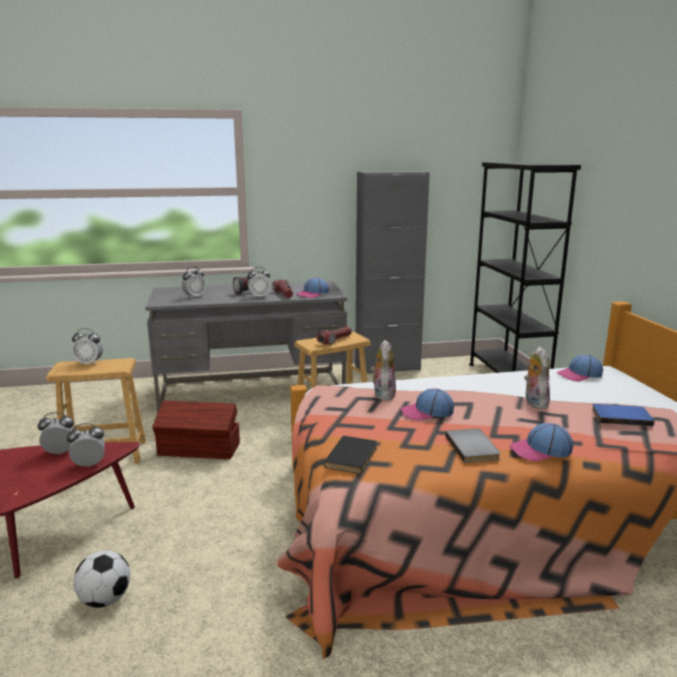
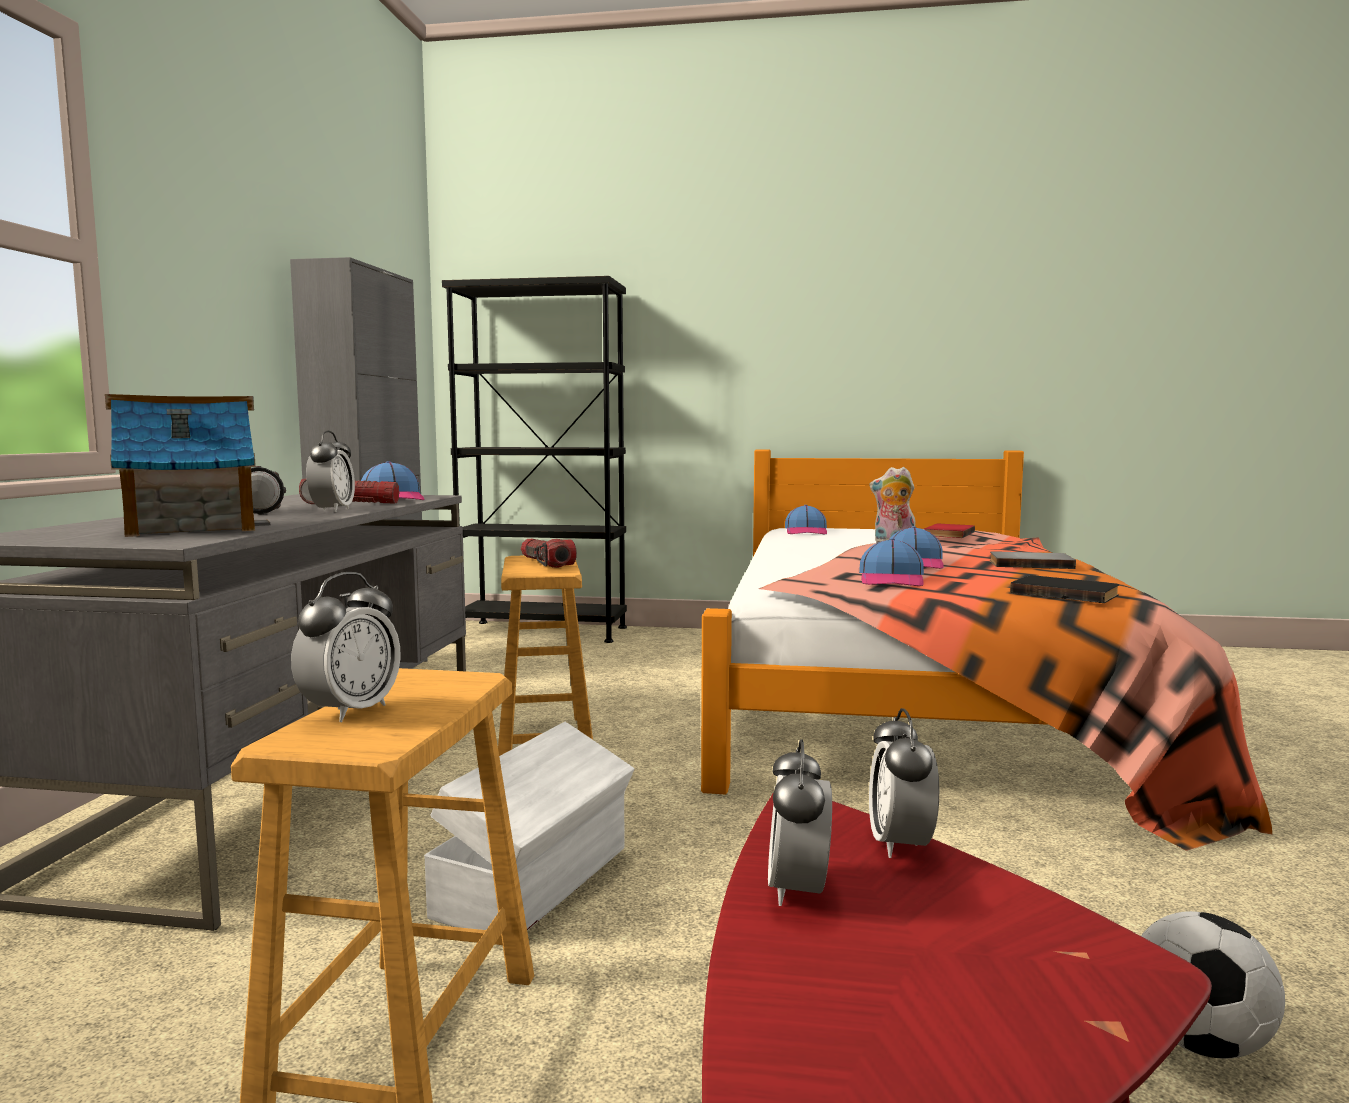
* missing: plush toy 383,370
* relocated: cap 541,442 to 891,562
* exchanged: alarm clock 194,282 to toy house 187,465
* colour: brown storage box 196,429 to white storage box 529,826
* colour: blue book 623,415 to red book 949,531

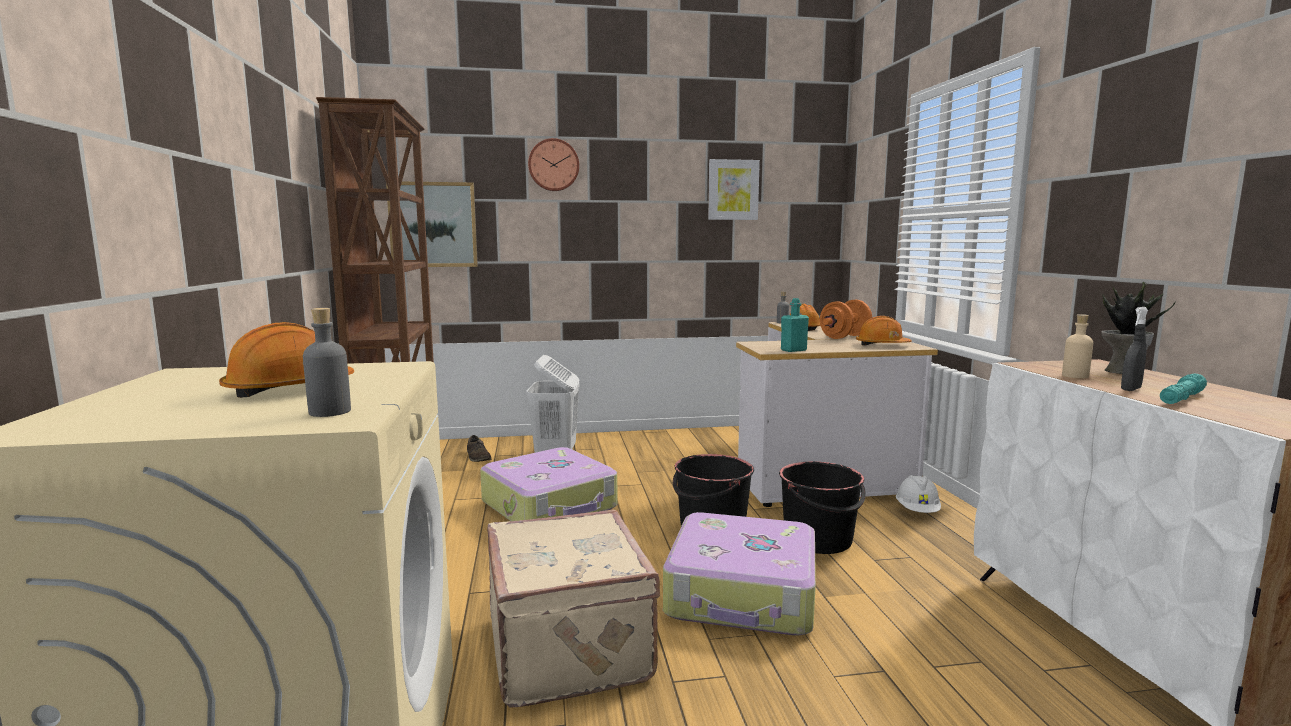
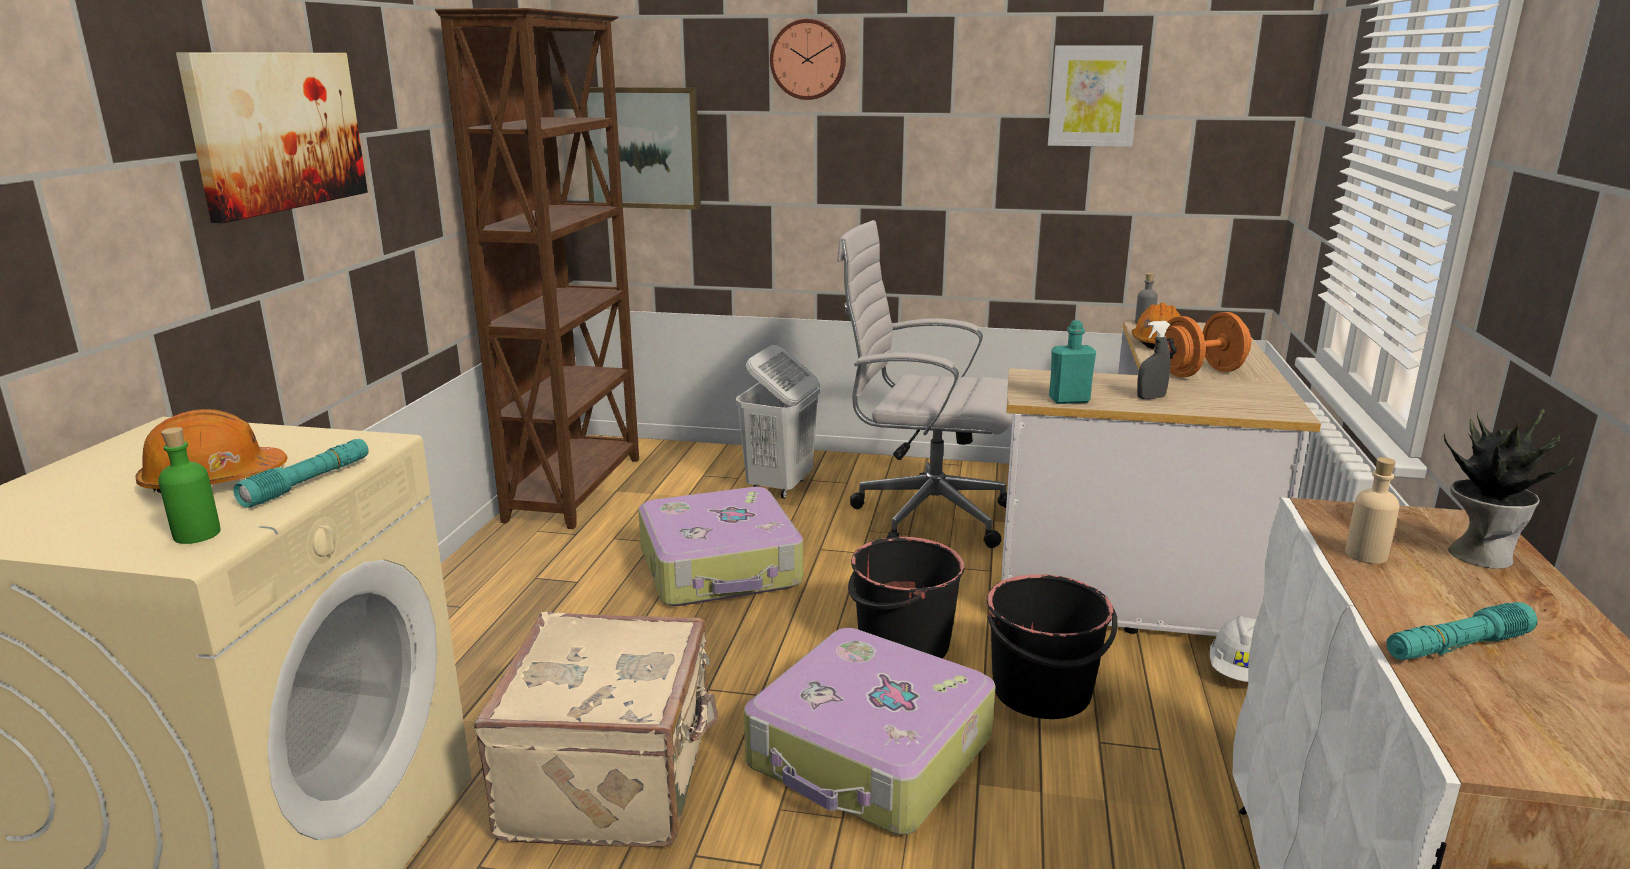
* missing: brown shoe 479,448
* missing: orange hard hat 884,331
* appeared: picture 272,138
* appeared: turquoise flashlight 301,473
* appeared: white office chair 925,384
* relocated: grey spray bottle 1134,349 to 1154,360
* colour: grey bottle 327,362 to green bottle 189,485

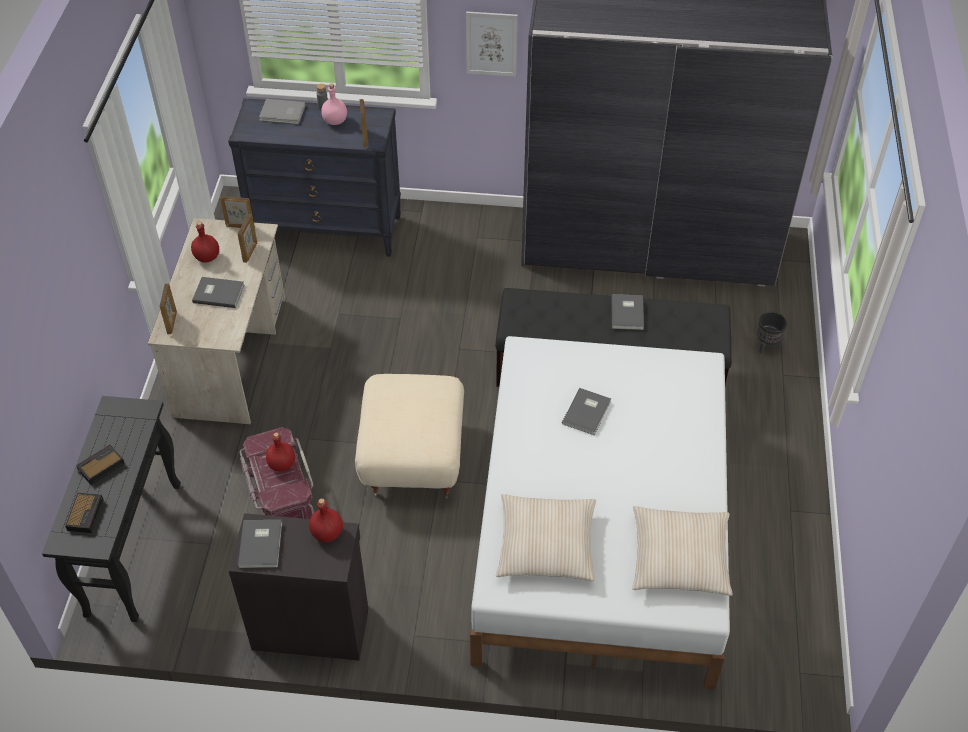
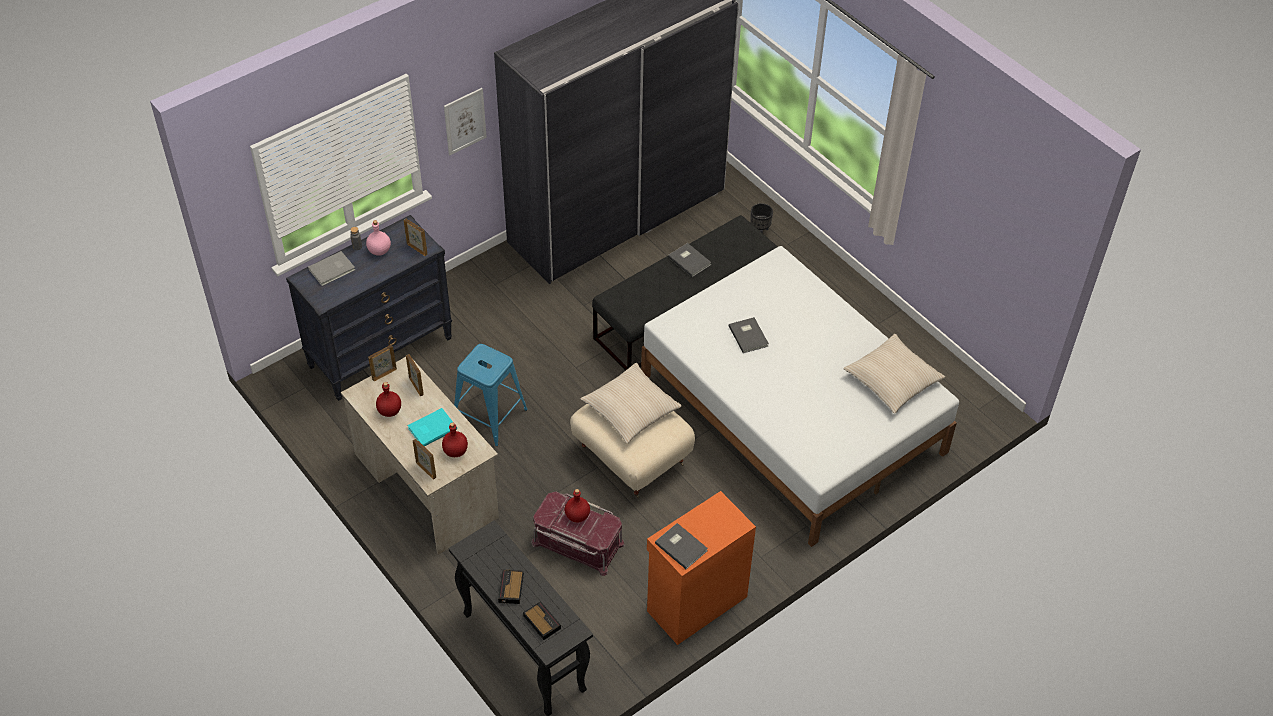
* appeared: blue stool 490,395
* relocated: red bottle 326,520 to 455,439
* relocated: beige pillow 546,537 to 631,403
* colour: grey book 218,292 to turquoise book 432,427
* colour: black cabinet 298,587 to orange cabinet 701,568

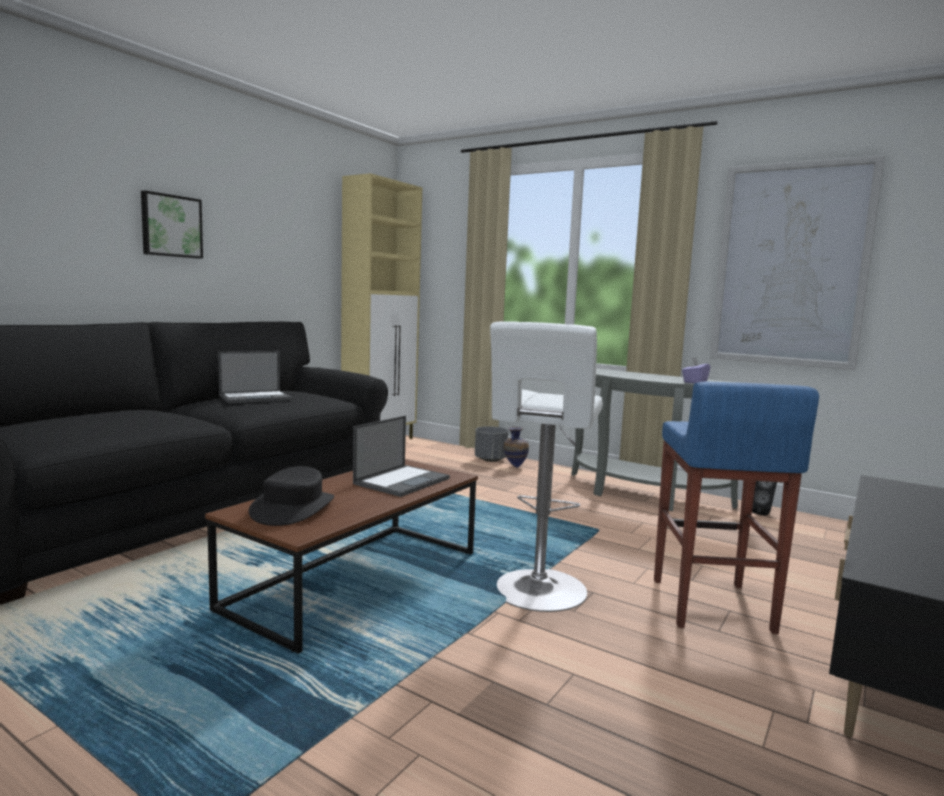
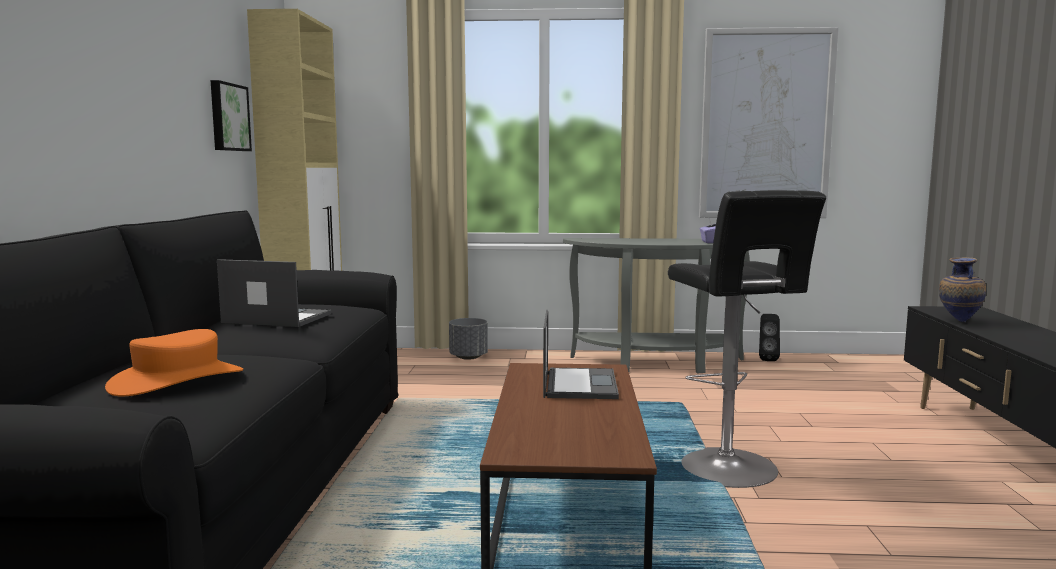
* missing: black hat 291,496
* missing: blue stool 736,508
* appeared: orange hat 174,362
* relocated: picture 172,224 to 231,115
* relocated: vase 516,447 to 962,289
* colour: white stool 546,466 to black stool 747,339
* spun: laptop 255,377 = 274,293 105 degrees counterclockwise

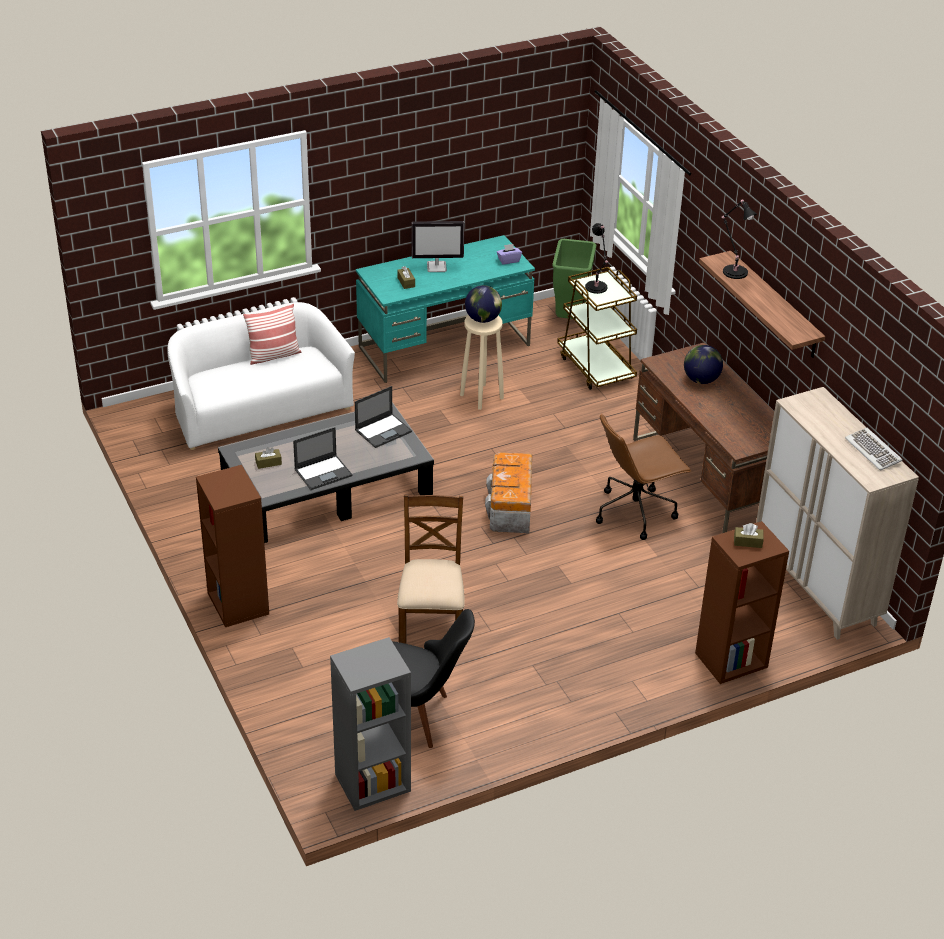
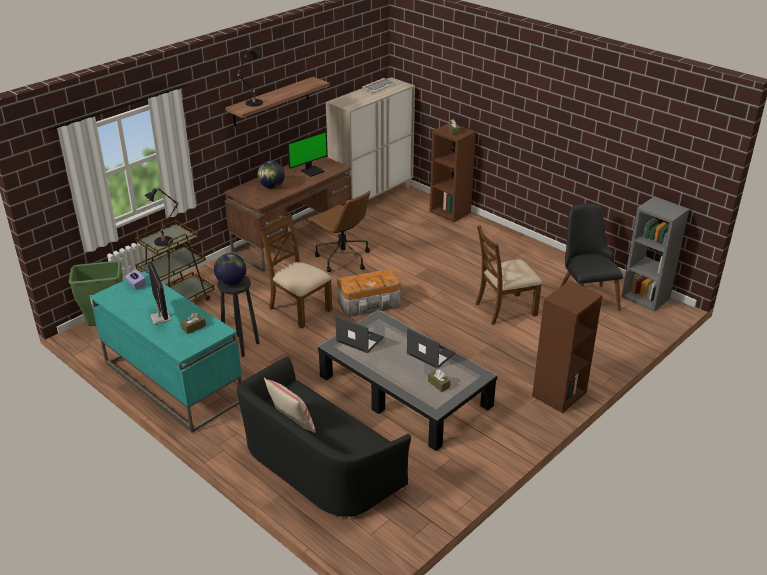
* appeared: brown chair 295,271
* appeared: monitor 307,154
* colour: white sofa 261,376 to black sofa 324,437
* colour: beige stool 482,362 to black stool 238,316

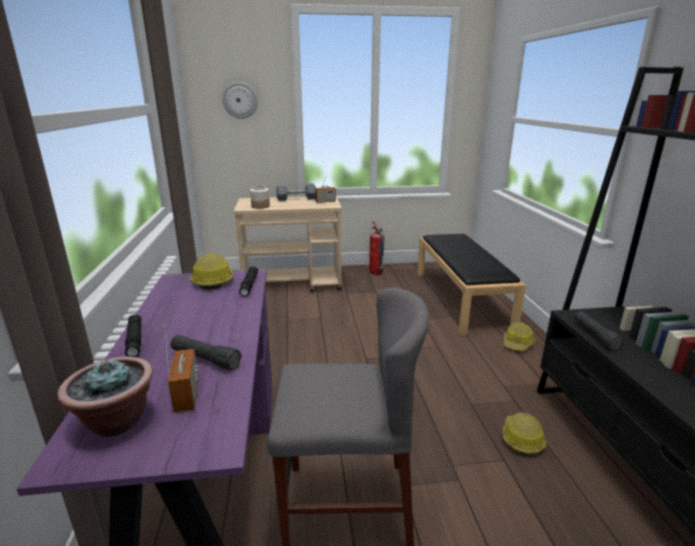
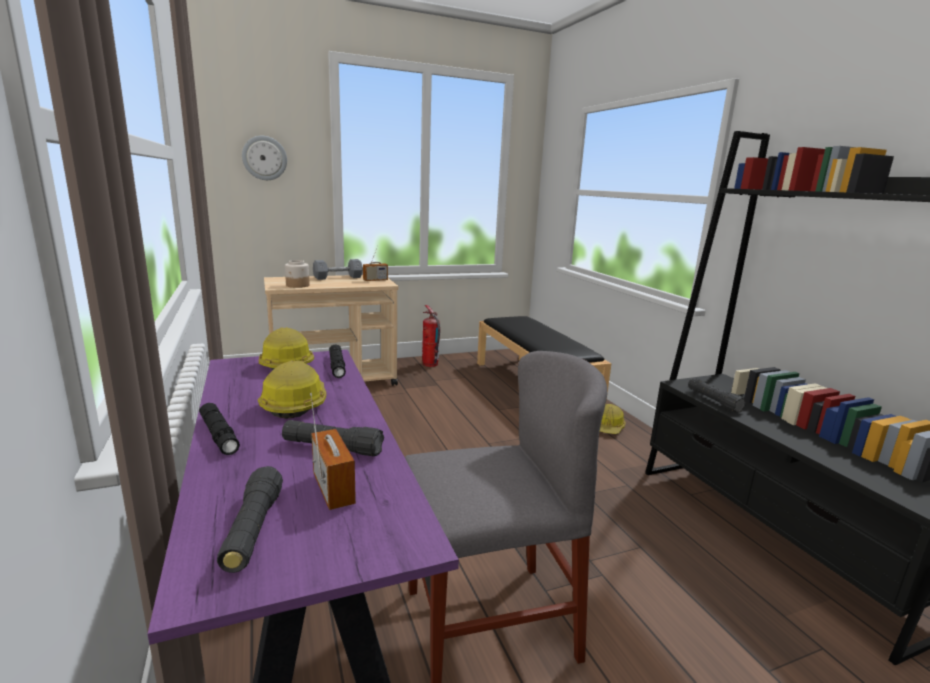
* relocated: hard hat 524,433 to 292,389
* exchanged: potted plant 105,397 to black flashlight 250,519

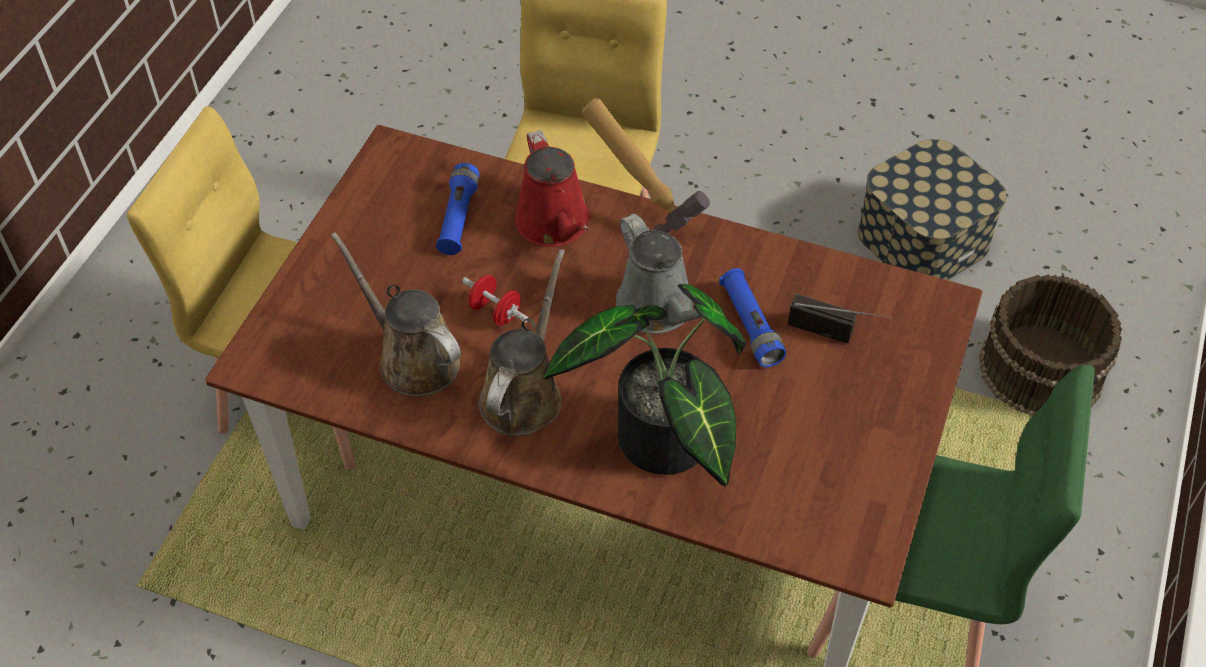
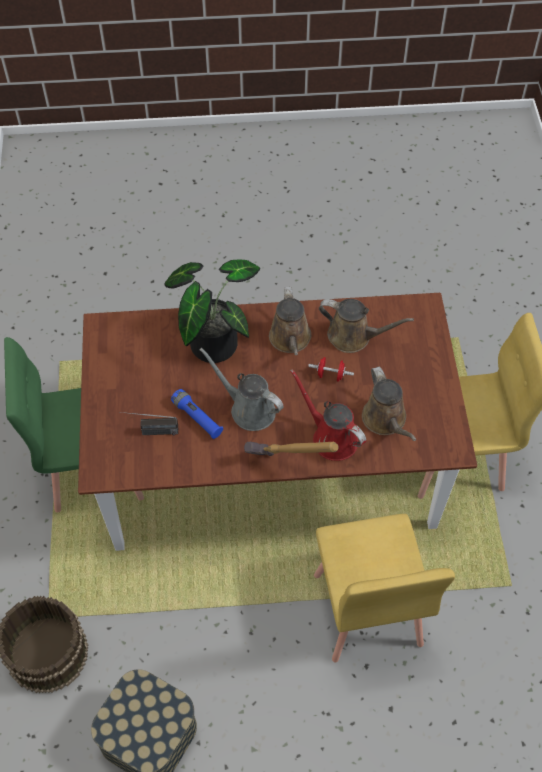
* exchanged: blue flashlight 457,209 to brown watering can 389,404

